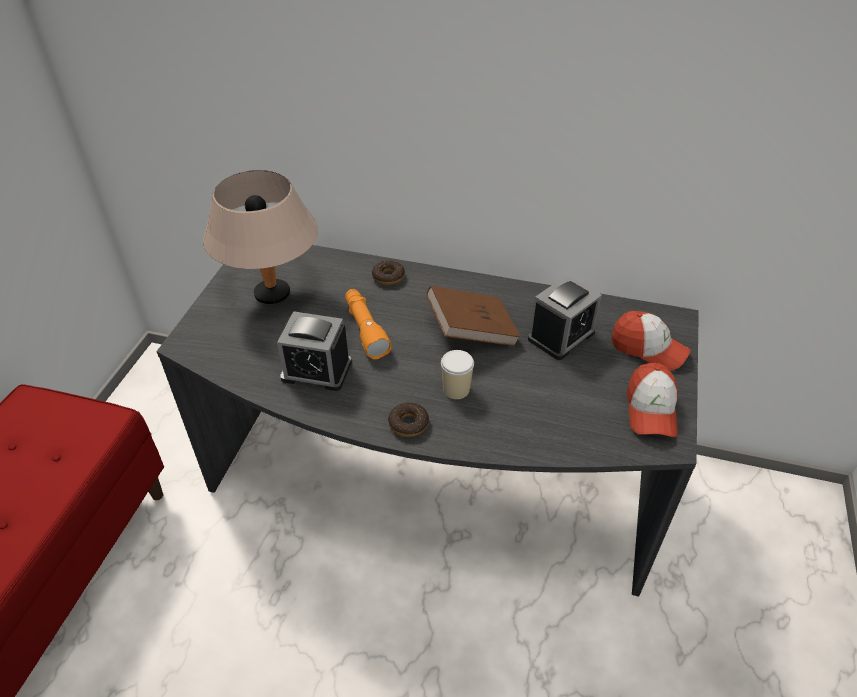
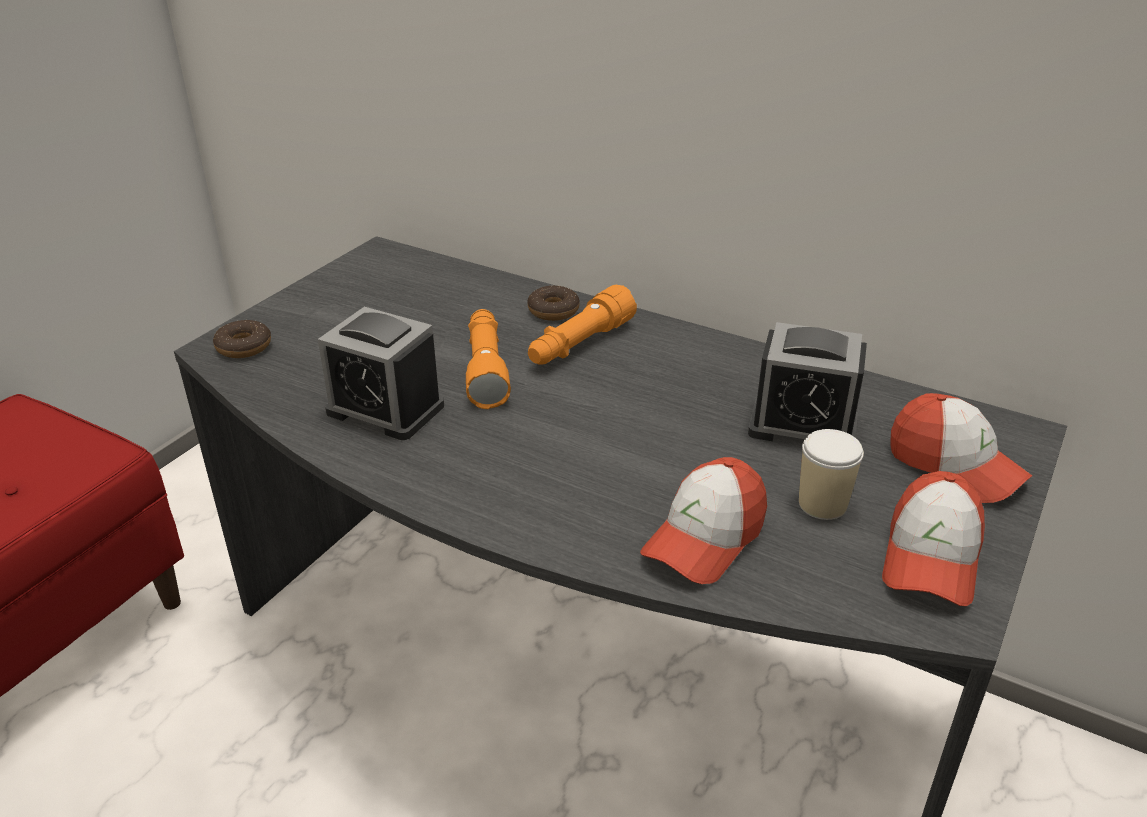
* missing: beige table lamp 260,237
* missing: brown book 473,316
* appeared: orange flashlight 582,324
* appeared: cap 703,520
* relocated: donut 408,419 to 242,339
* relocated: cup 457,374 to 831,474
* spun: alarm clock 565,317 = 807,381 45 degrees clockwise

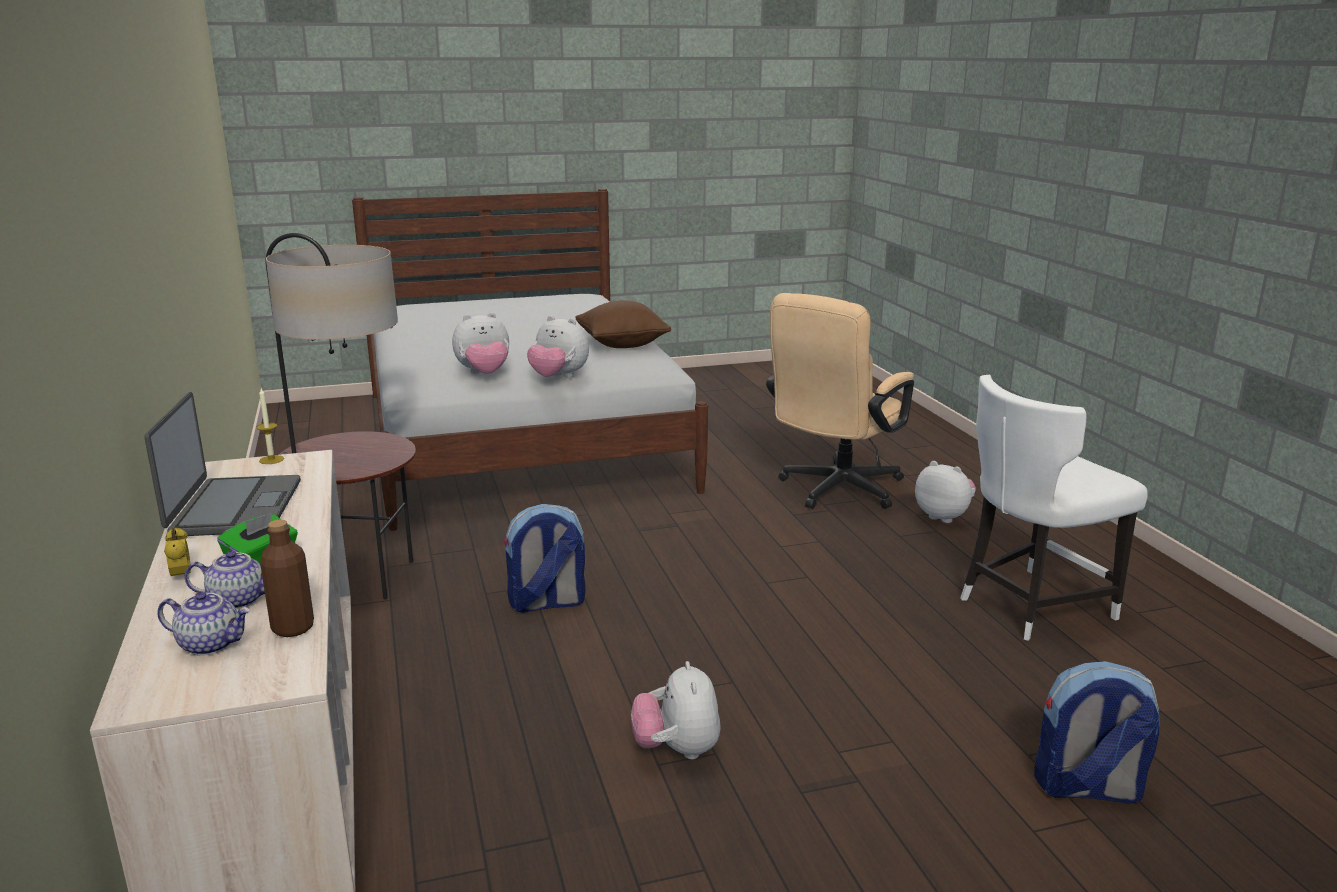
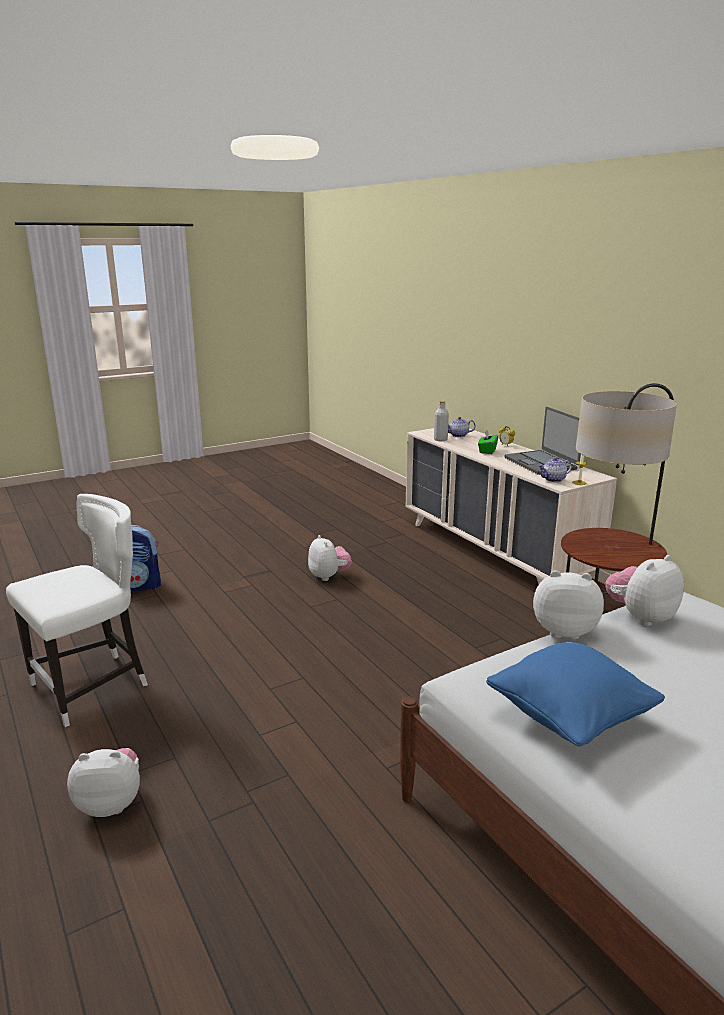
* missing: backpack 544,558
* missing: beige office chair 840,401
* relocated: teapot 225,580 to 555,469
* colour: brown bottle 287,578 to grey bottle 441,421
* colour: brown pillow 623,324 to blue pillow 575,694
* spun: plush toy 945,492 = 103,782 150 degrees clockwise

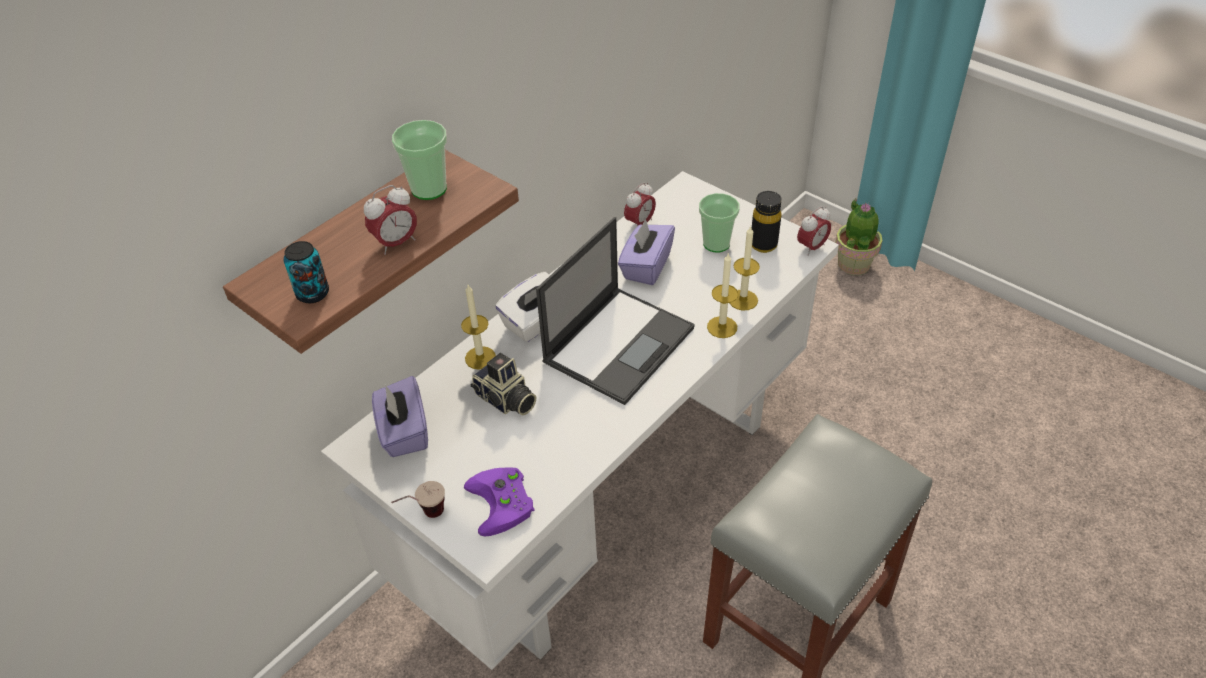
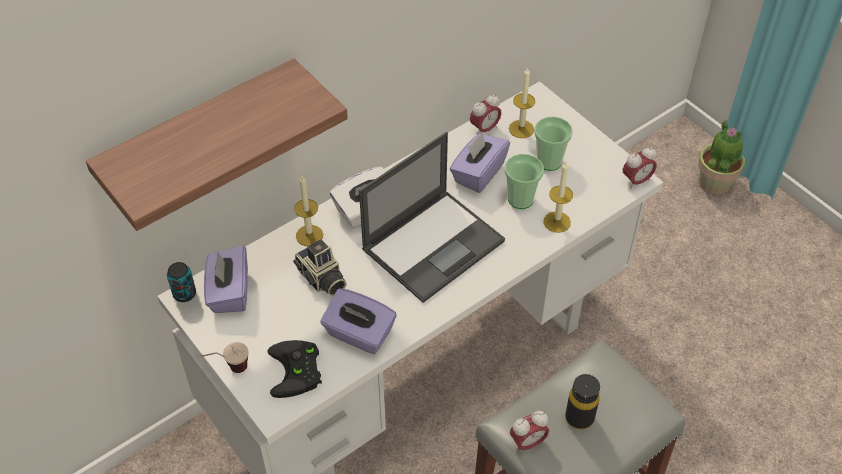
* appeared: purple tissue box 358,321
* relocated: can 306,272 to 181,282
* relocated: alarm clock 390,219 to 529,432
* relocated: cup 419,160 to 524,181
* relocated: candle 722,296 to 522,103
* relocated: black bottle 767,222 to 582,402
* colour: purple game controller 499,502 to black game controller 294,369

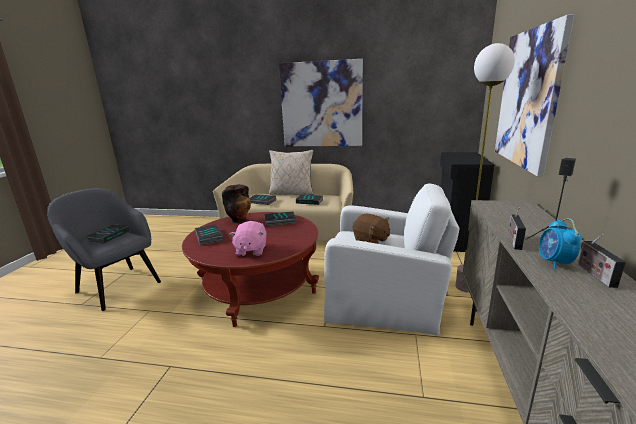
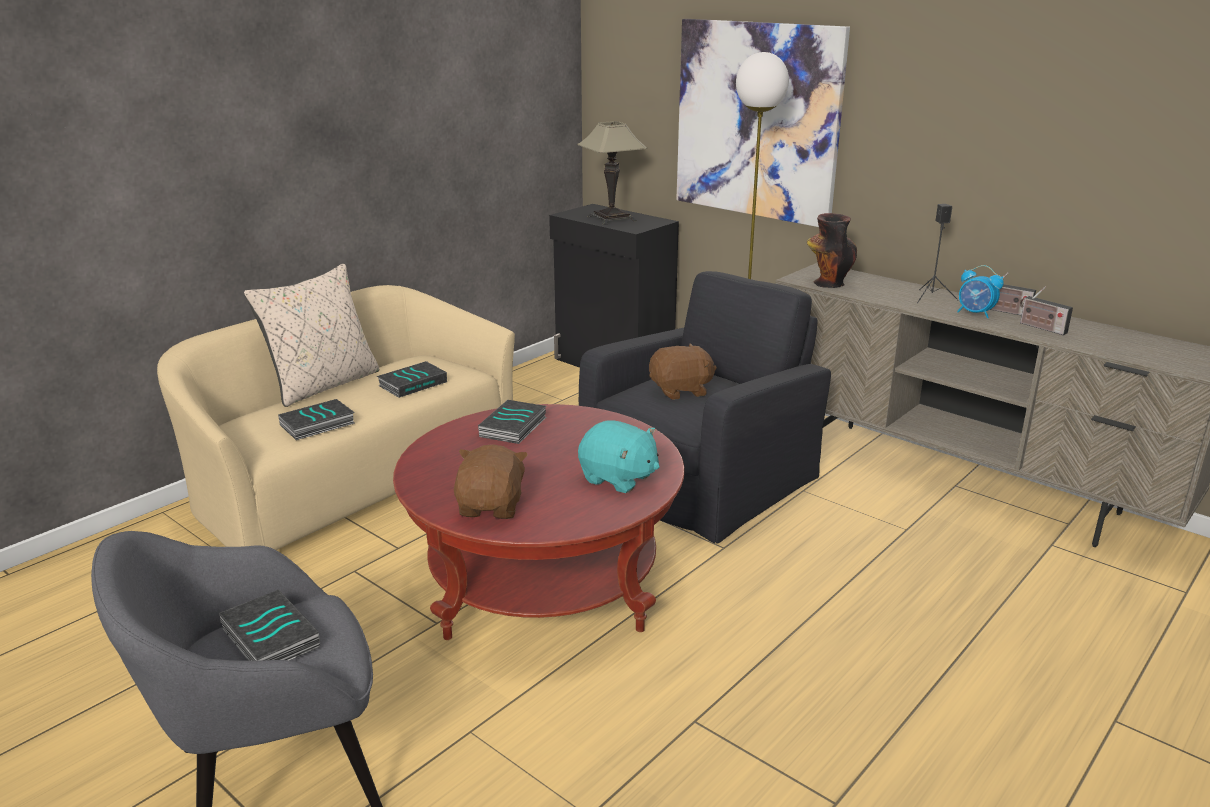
* missing: picture 321,102
* appeared: table lamp 612,173
* relocated: vase 236,203 to 832,250
* relocated: radio 517,229 to 1046,310
* exchanged: book 209,234 to brown plush toy 491,481
* colour: pink plush toy 247,238 to turquoise plush toy 619,456
* colour: white armchair 392,260 to black armchair 705,407

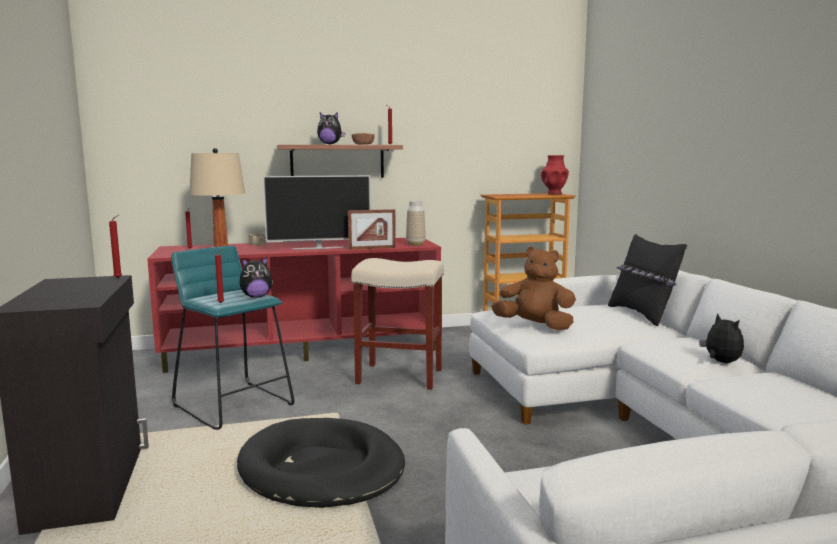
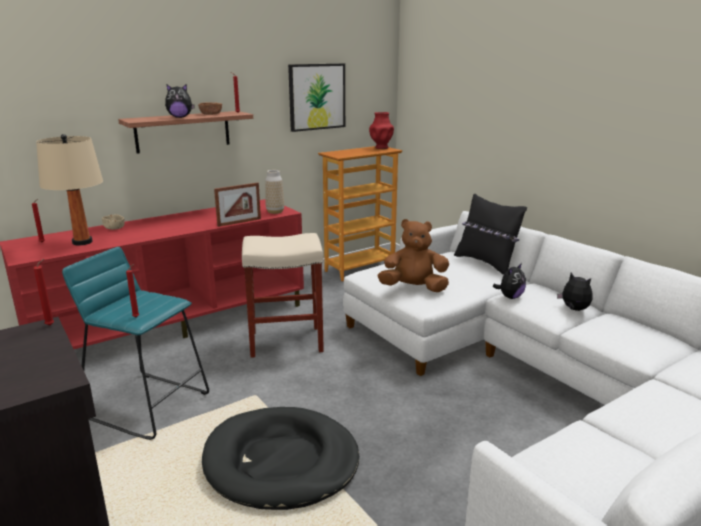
* missing: television 317,212
* appeared: picture 316,97
* relocated: plush toy 256,277 to 509,281

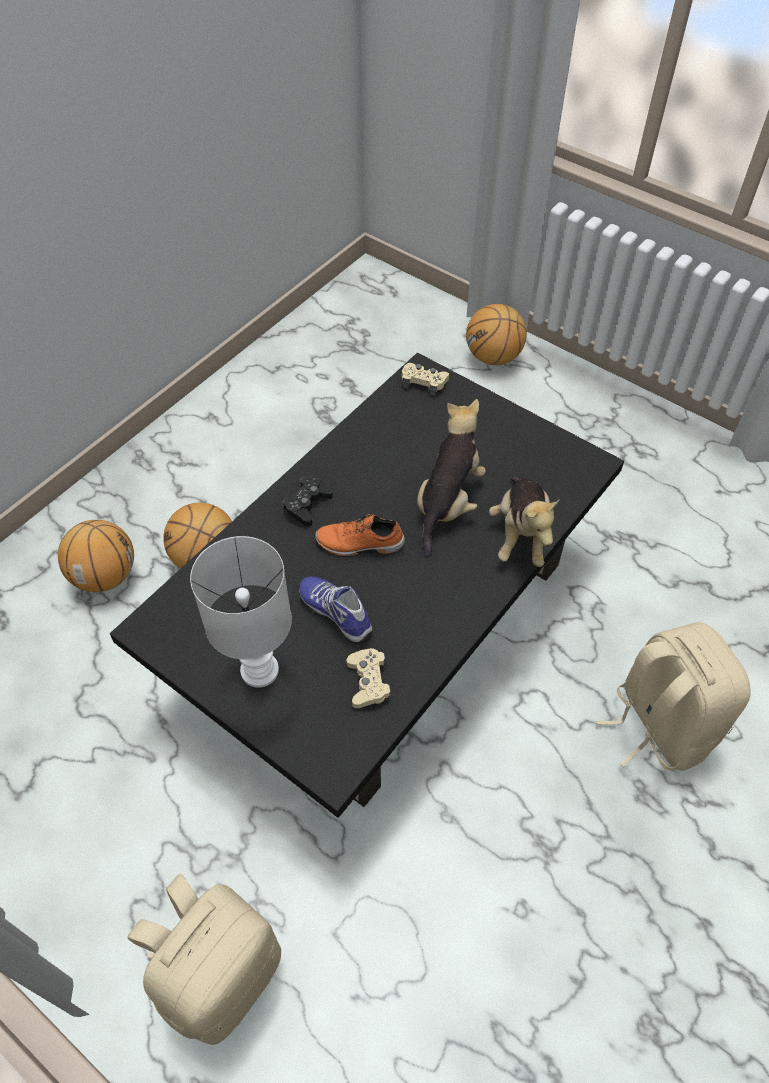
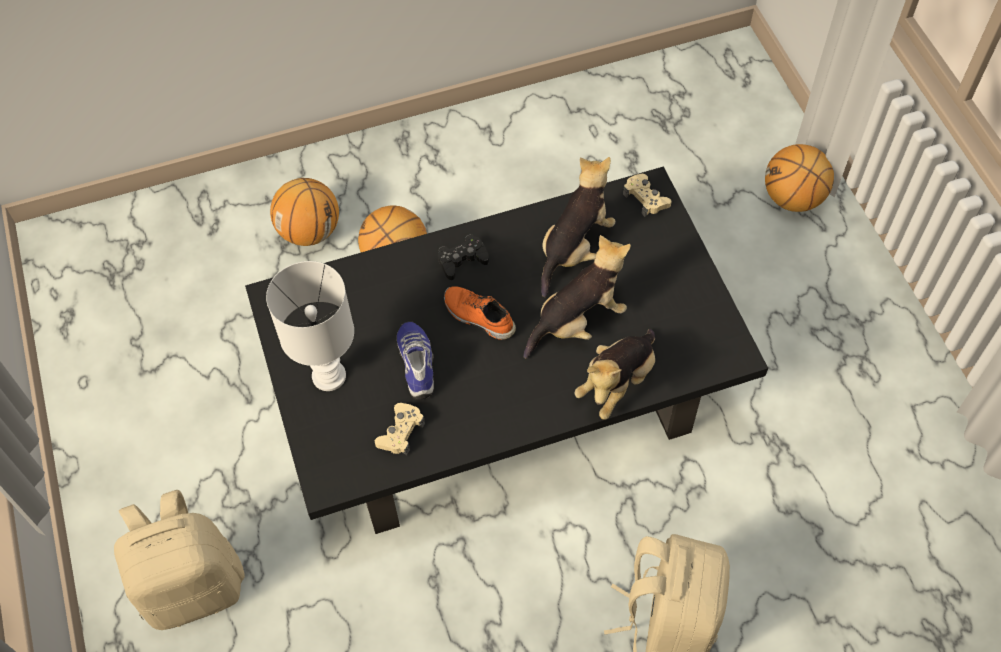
* appeared: plush toy 578,227

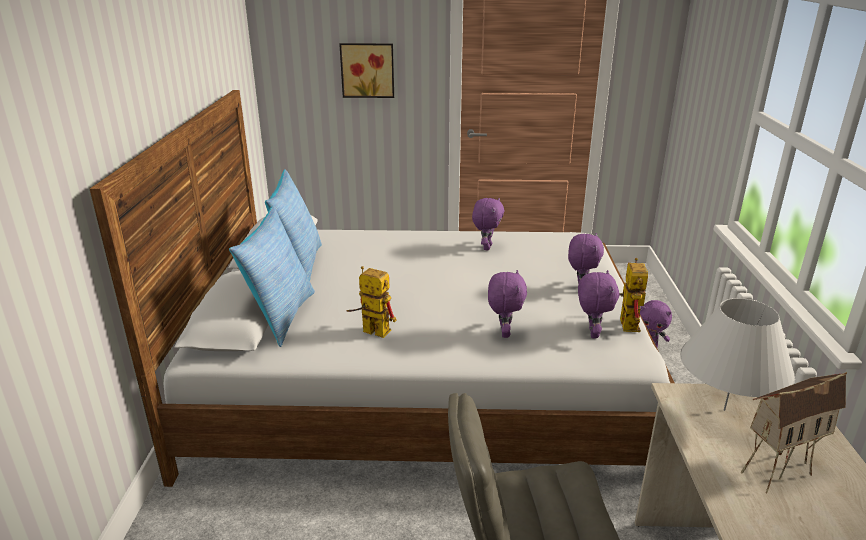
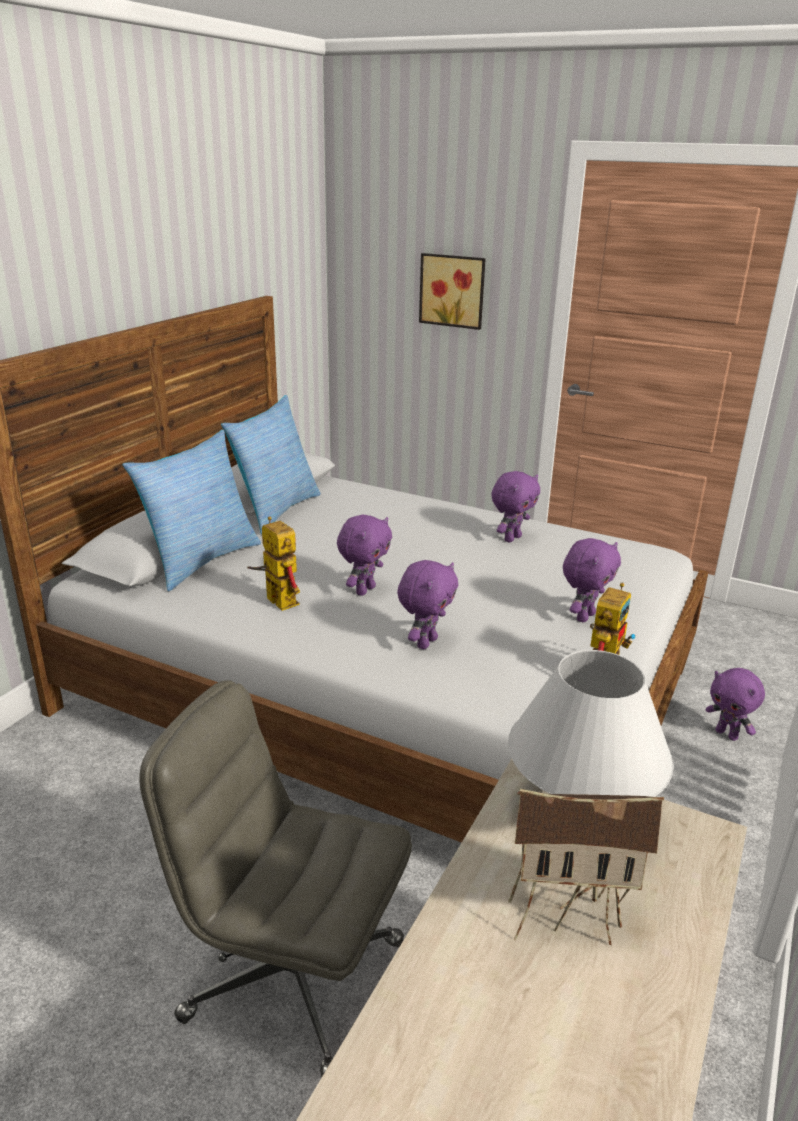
* relocated: purple plush toy 599,304 to 364,555

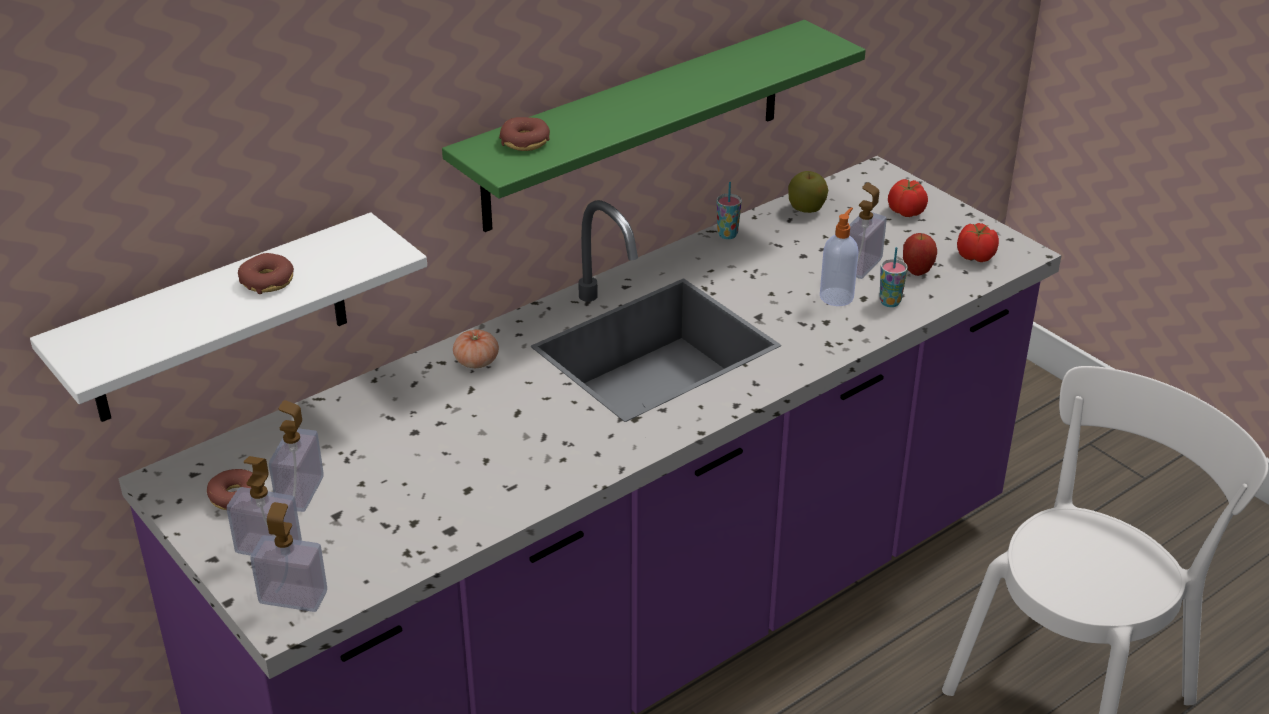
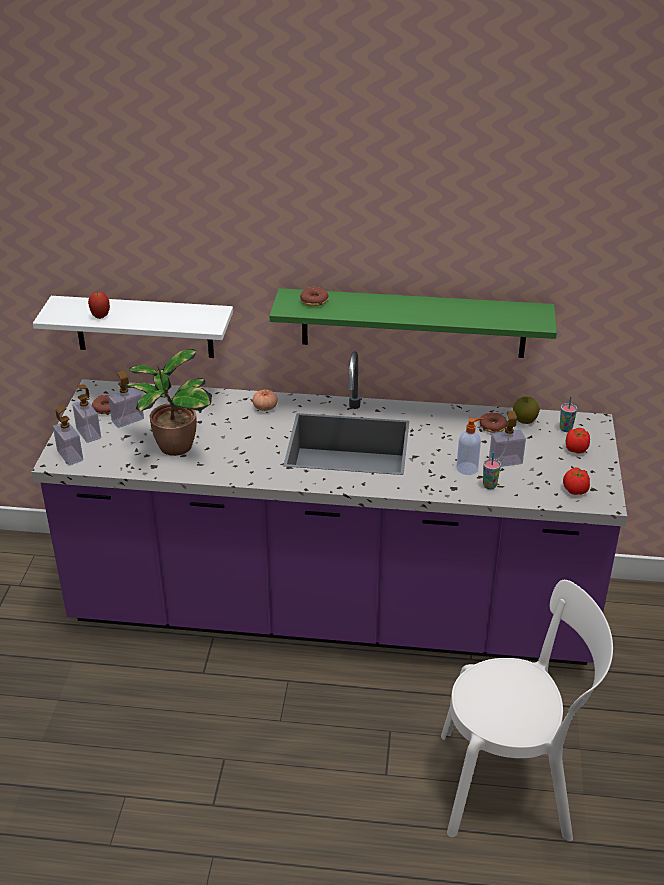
* appeared: potted plant 168,402
* relocated: donut 266,273 to 493,423
* relocated: cup 729,210 to 568,414
* relocated: apple 920,254 to 99,305

